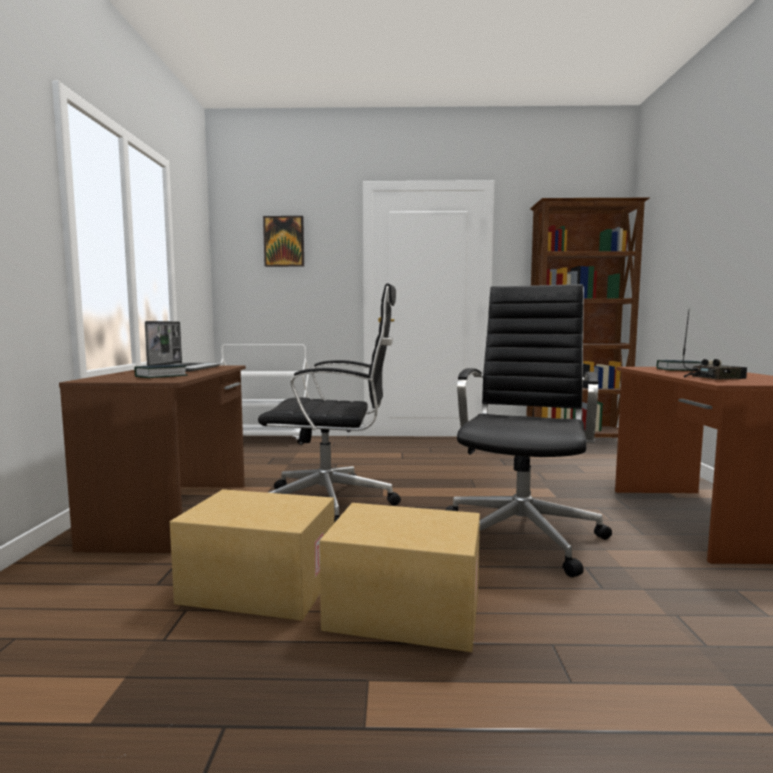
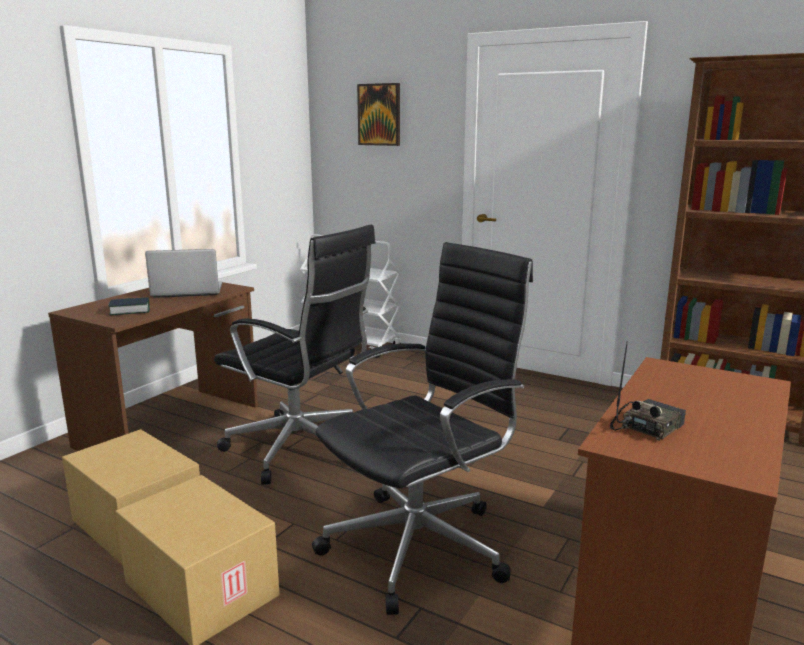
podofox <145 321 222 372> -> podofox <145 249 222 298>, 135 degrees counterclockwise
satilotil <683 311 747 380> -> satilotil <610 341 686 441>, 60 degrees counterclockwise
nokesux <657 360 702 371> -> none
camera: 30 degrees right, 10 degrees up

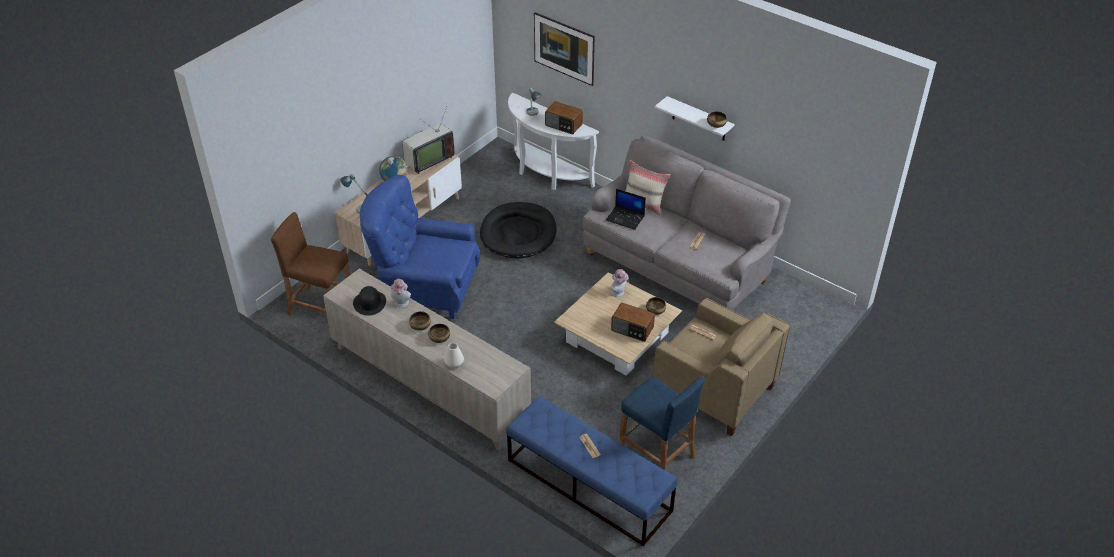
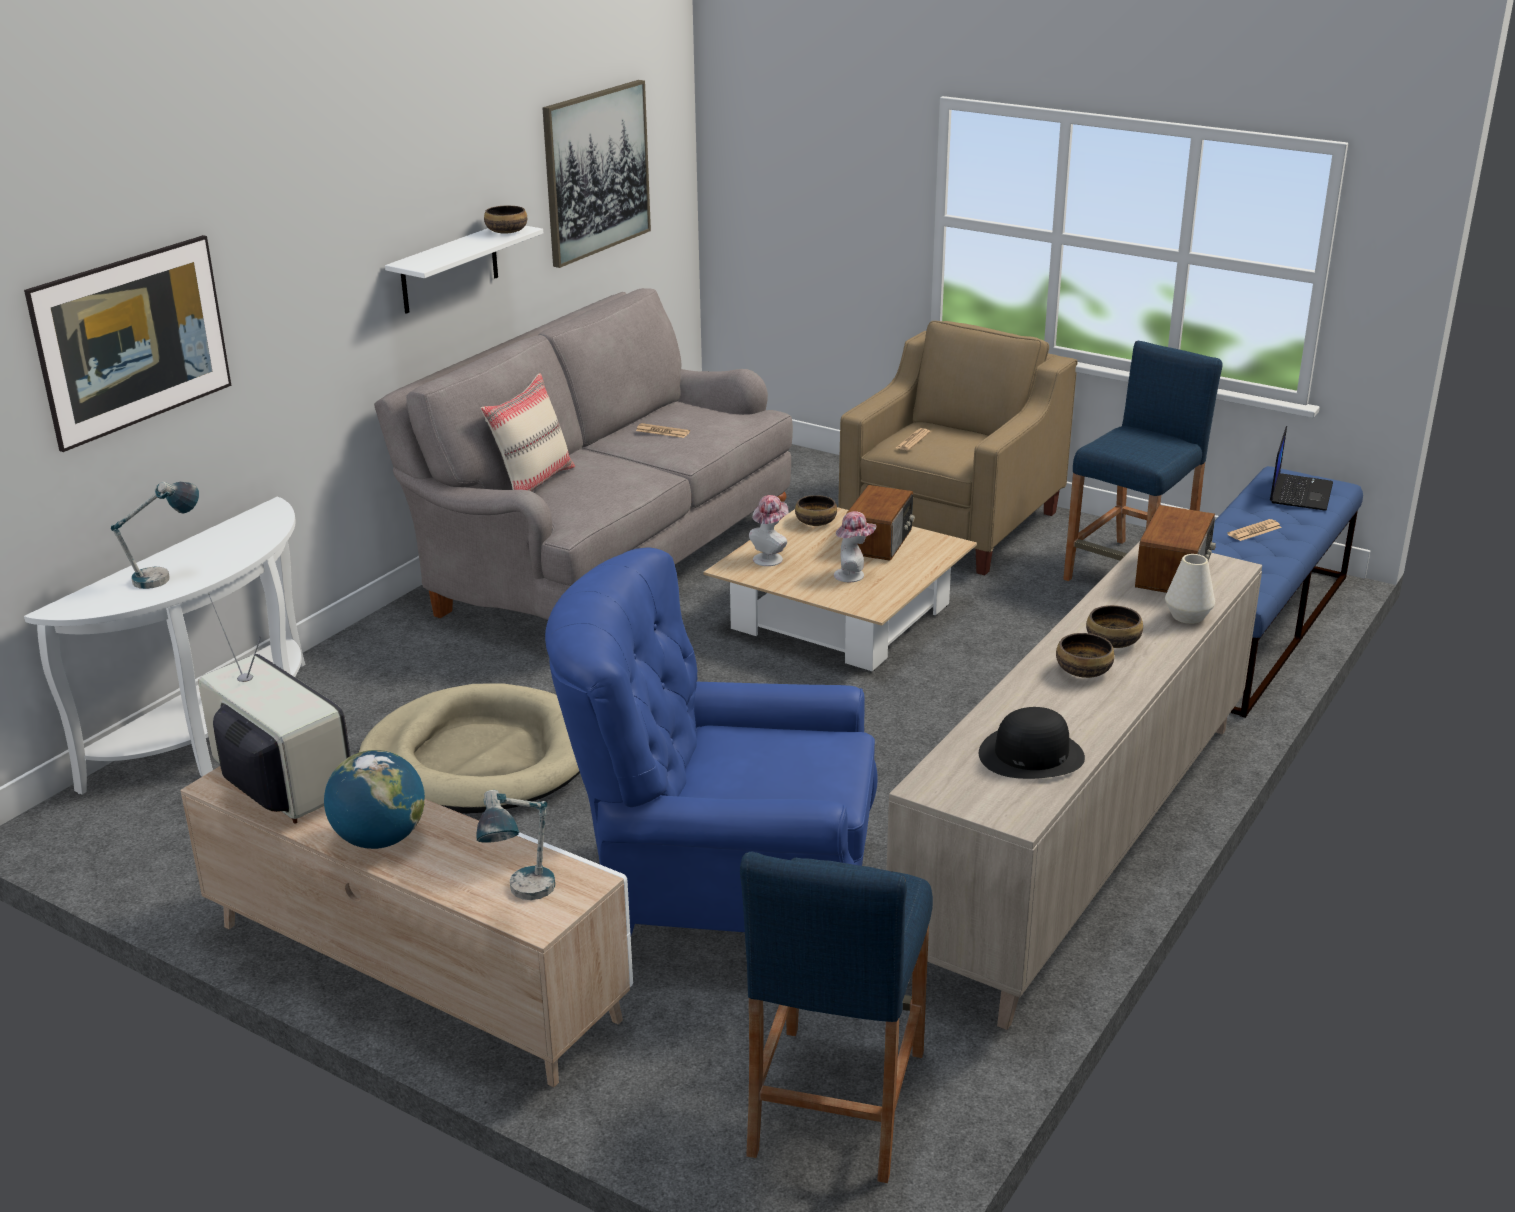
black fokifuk <480 202 556 259> -> beige fokifuk <358 683 580 814>
none -> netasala <543 80 651 268>
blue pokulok <360 175 480 319> -> blue pokulok <545 548 878 935>, 90 degrees clockwise
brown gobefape <271 212 350 315> -> blue gobefape <740 851 933 1183>
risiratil <390 279 411 308> -> risiratil <834 511 876 582>, shifted
satilotil <545 101 583 134> -> satilotil <1135 505 1216 593>, shifted
podofox <606 189 646 230> -> podofox <1270 426 1333 510>, shifted
camera: 95 degrees left, 15 degrees down

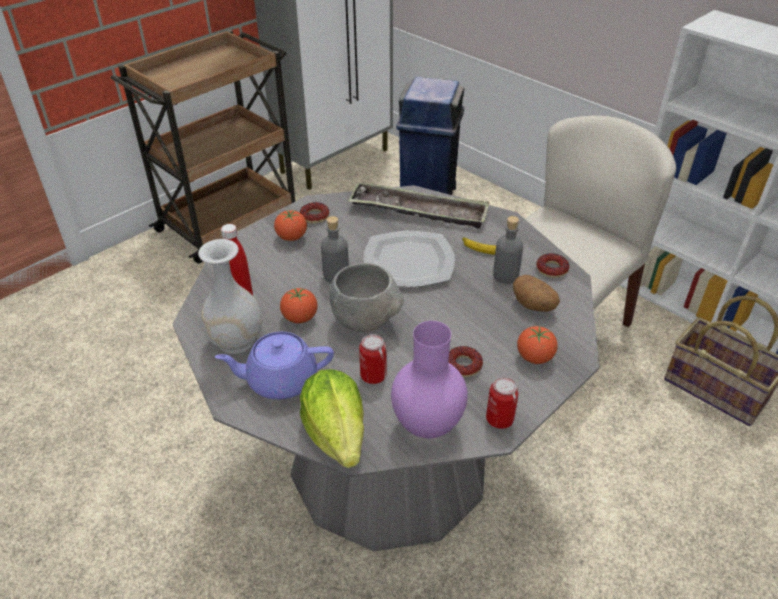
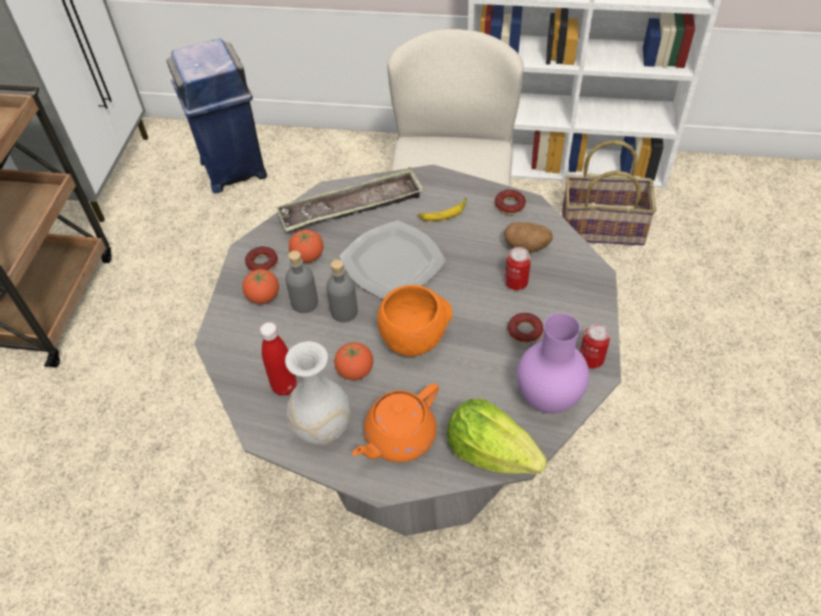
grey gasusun <493 216 523 284> -> grey gasusun <285 251 318 313>, shifted
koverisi <517 326 558 364> -> koverisi <289 229 323 263>, shifted
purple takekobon <215 332 334 400> -> orange takekobon <352 383 439 462>
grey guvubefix <329 263 404 332> -> orange guvubefix <377 285 452 357>
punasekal <359 334 387 384> -> punasekal <505 247 531 290>, shifted
camera: 35 degrees left, 10 degrees up

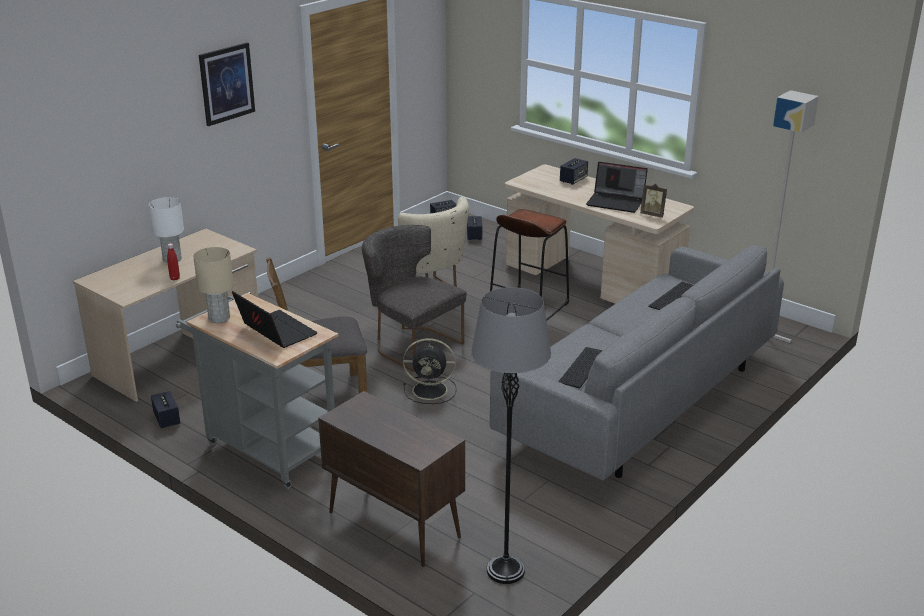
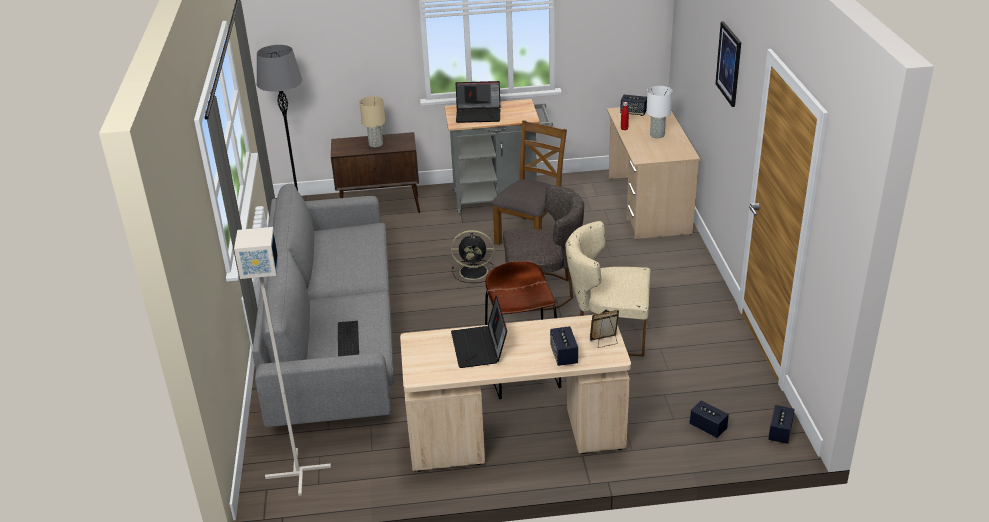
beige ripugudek <193 247 234 323> -> beige ripugudek <359 96 385 147>, shifted
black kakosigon <403 338 456 404> -> black kakosigon <451 230 494 283>, 135 degrees counterclockwise
podofox <586 162 648 213> -> podofox <451 296 507 368>, 75 degrees counterclockwise
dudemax <640 184 667 218> -> dudemax <590 310 619 348>, shifted
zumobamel <151 391 180 428> -> zumobamel <620 95 647 116>, shifted
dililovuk <558 347 603 388> -> none
camera: 135 degrees right, 5 degrees up

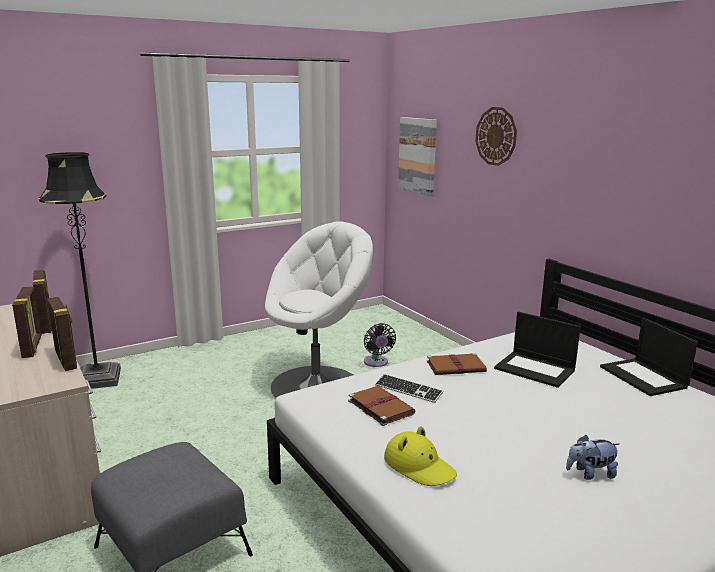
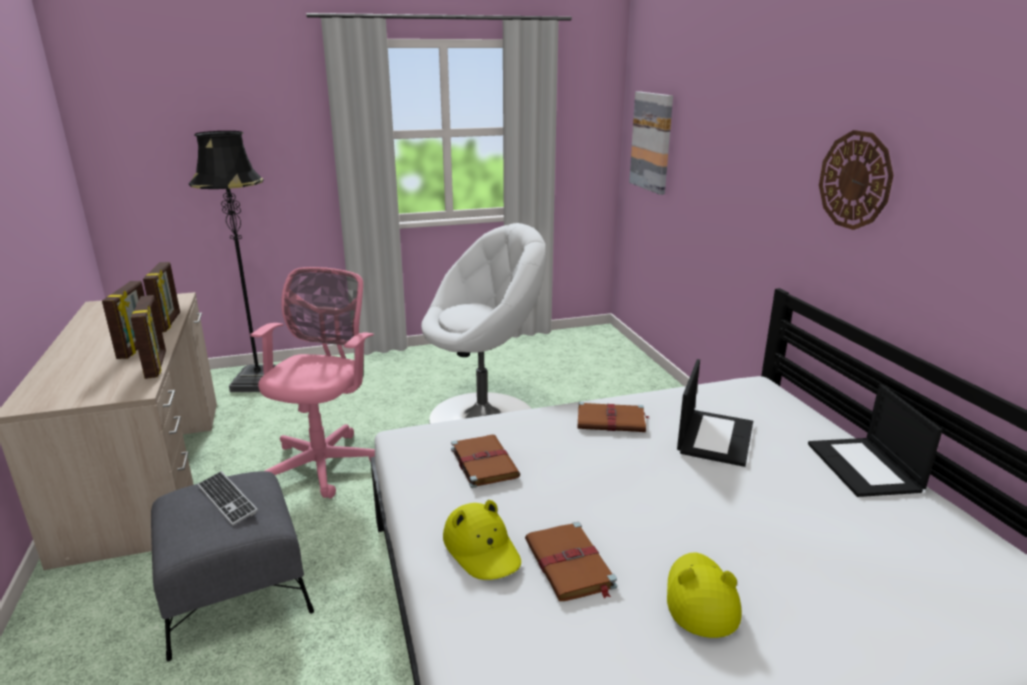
dililovuk <375 374 444 403> -> dililovuk <198 471 258 526>, shifted
none -> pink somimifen <250 267 375 498>
none -> brown nokesux <525 522 617 601>
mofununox <566 435 620 480> -> yellow risiratil <667 552 742 638>
podofox <494 312 581 388> -> podofox <677 359 753 467>, 120 degrees counterclockwise
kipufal <475 107 517 166> -> kipufal <819 130 893 230>, shifted
black kakosigon <364 323 396 367> -> none
camera: 15 degrees right, 5 degrees up

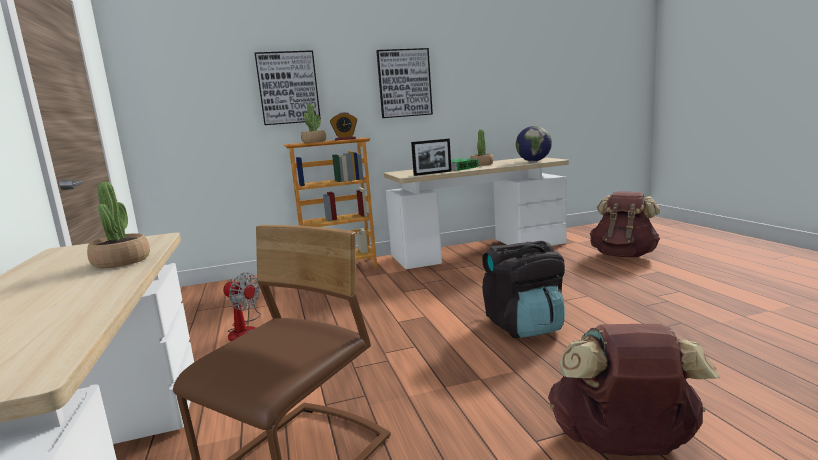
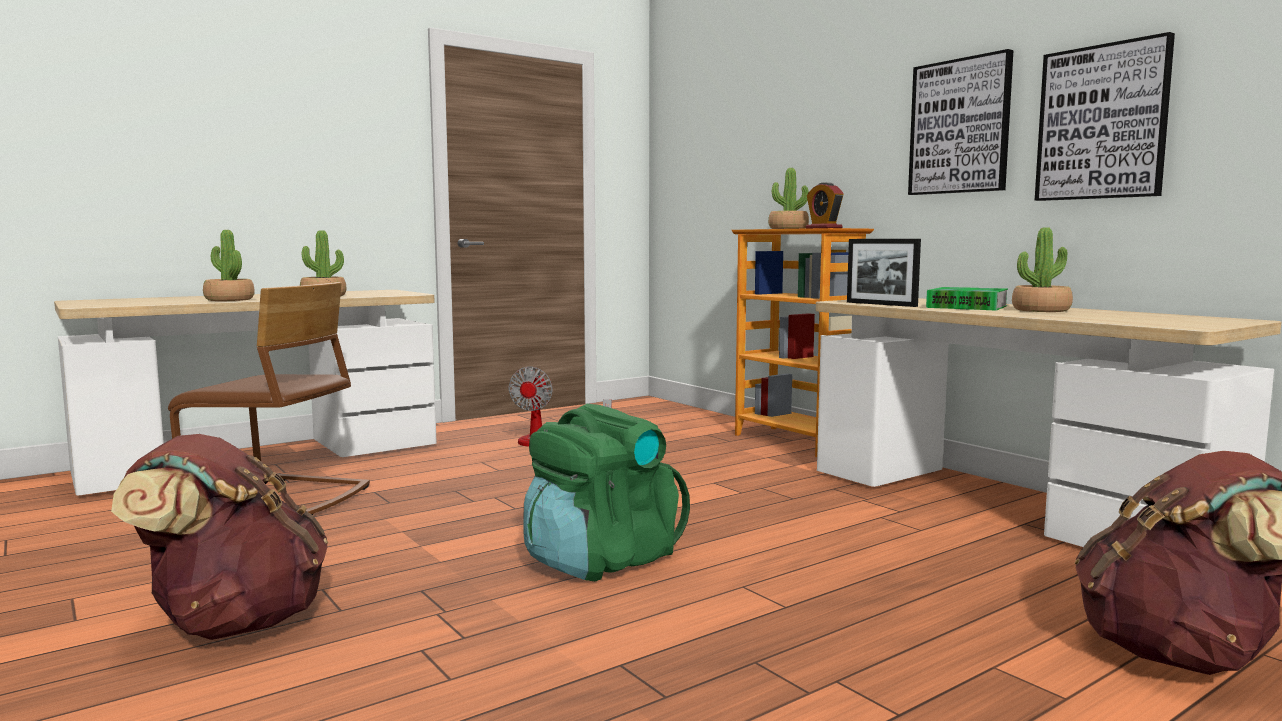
none -> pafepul <203 230 255 301>
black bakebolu <482 241 565 338> -> green bakebolu <524 404 690 581>
netasala <255 50 321 125> -> netasala <1035 32 1175 201>, shifted
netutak <516 126 552 162> -> none
camera: 70 degrees right, 5 degrees down

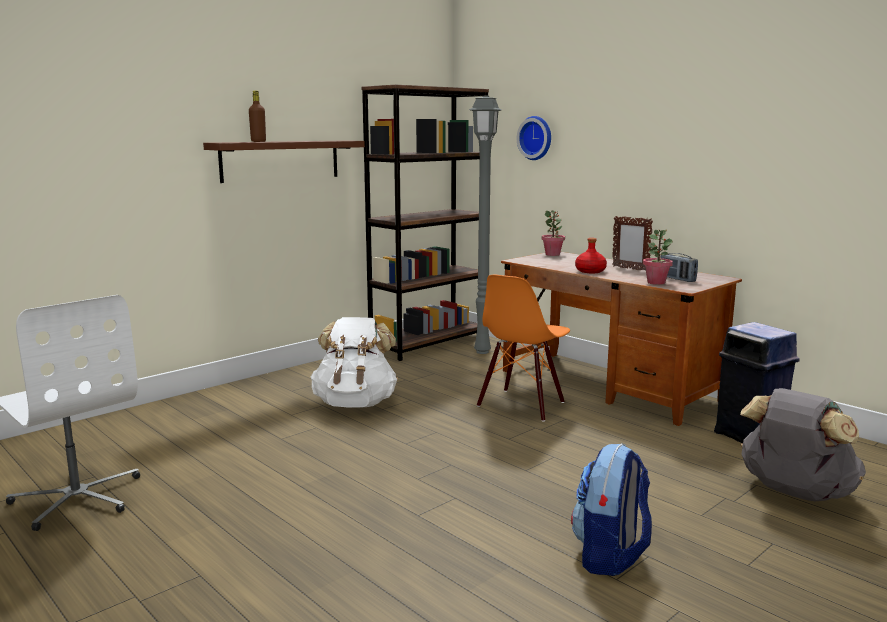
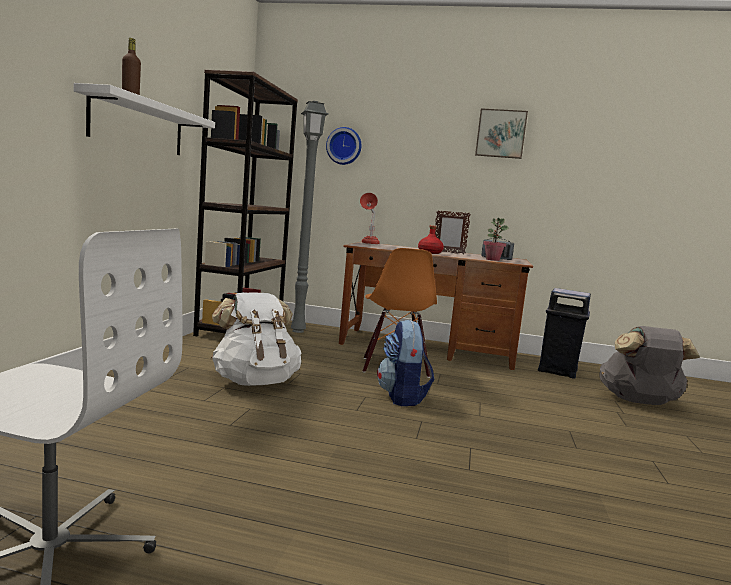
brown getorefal <203 140 365 183> -> white getorefal <74 83 215 155>
pafepul <541 210 565 256> -> red ripugudek <360 193 380 244>
bakebolu <571 443 652 576> -> bakebolu <377 319 435 406>, shifted
none -> netasala <475 108 528 159>
camera: 35 degrees left, 5 degrees down

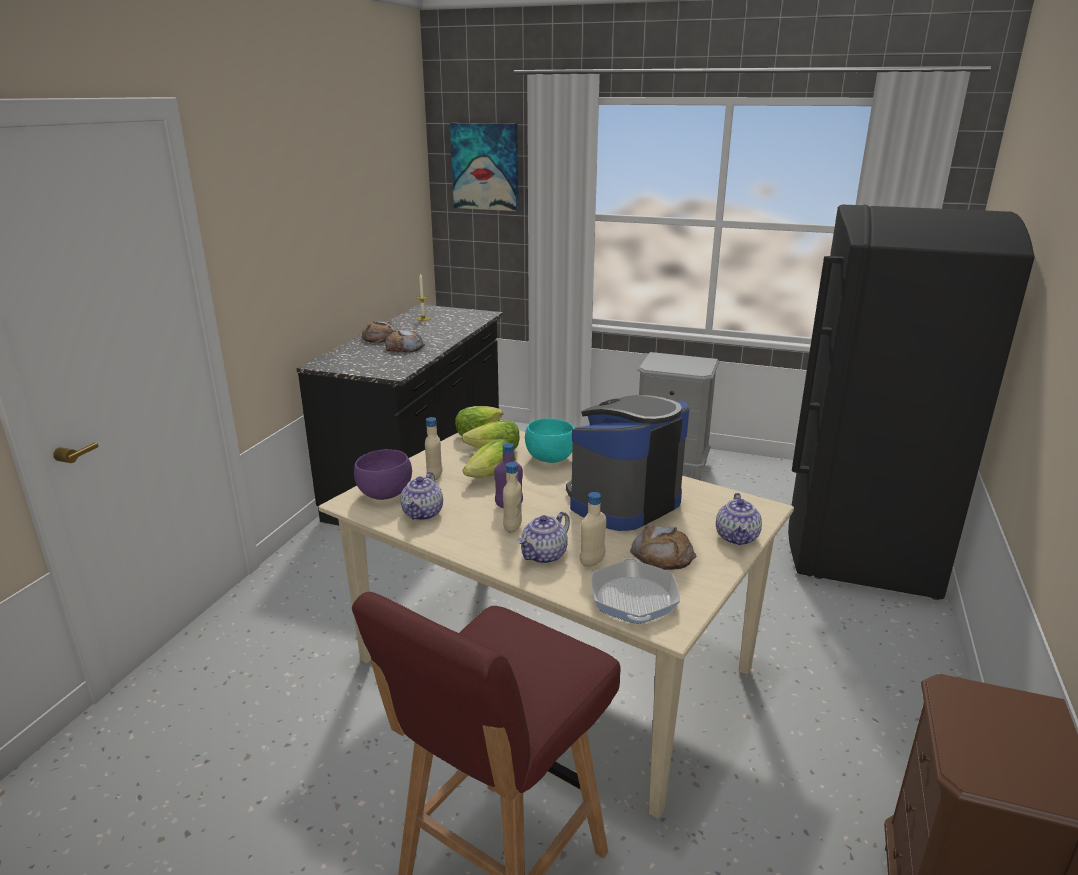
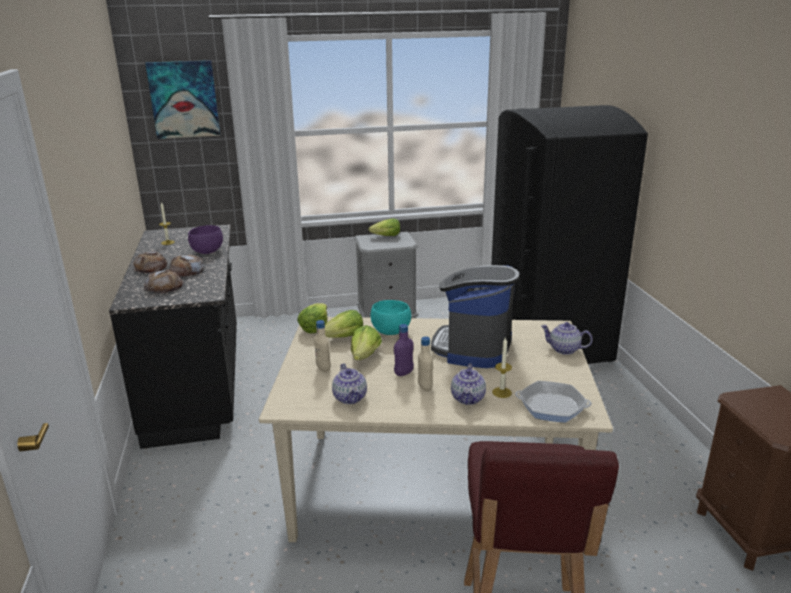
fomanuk <630 525 696 570> -> fomanuk <144 269 184 293>, shifted
purple guvubefix <354 449 412 500> -> purple guvubefix <188 225 223 254>, shifted
none -> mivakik <368 218 400 236>
beige gasusun <580 492 607 567> -> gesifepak <492 337 512 398>
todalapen <591 558 680 624> -> todalapen <515 381 592 423>, 135 degrees clockwise
takekobon <716 493 762 545> -> takekobon <541 322 593 355>, 135 degrees clockwise
camera: 30 degrees left, 0 degrees up

